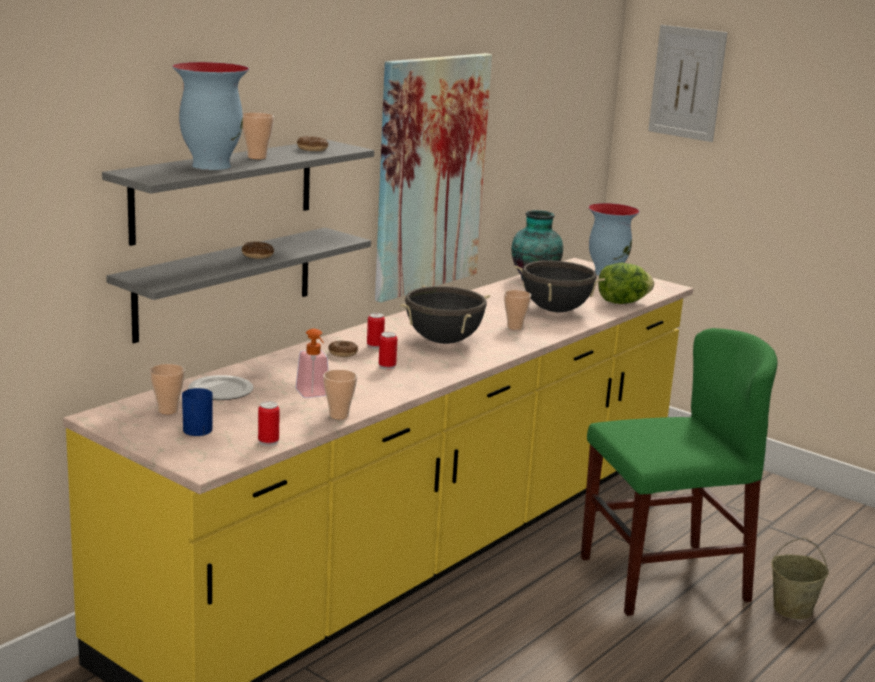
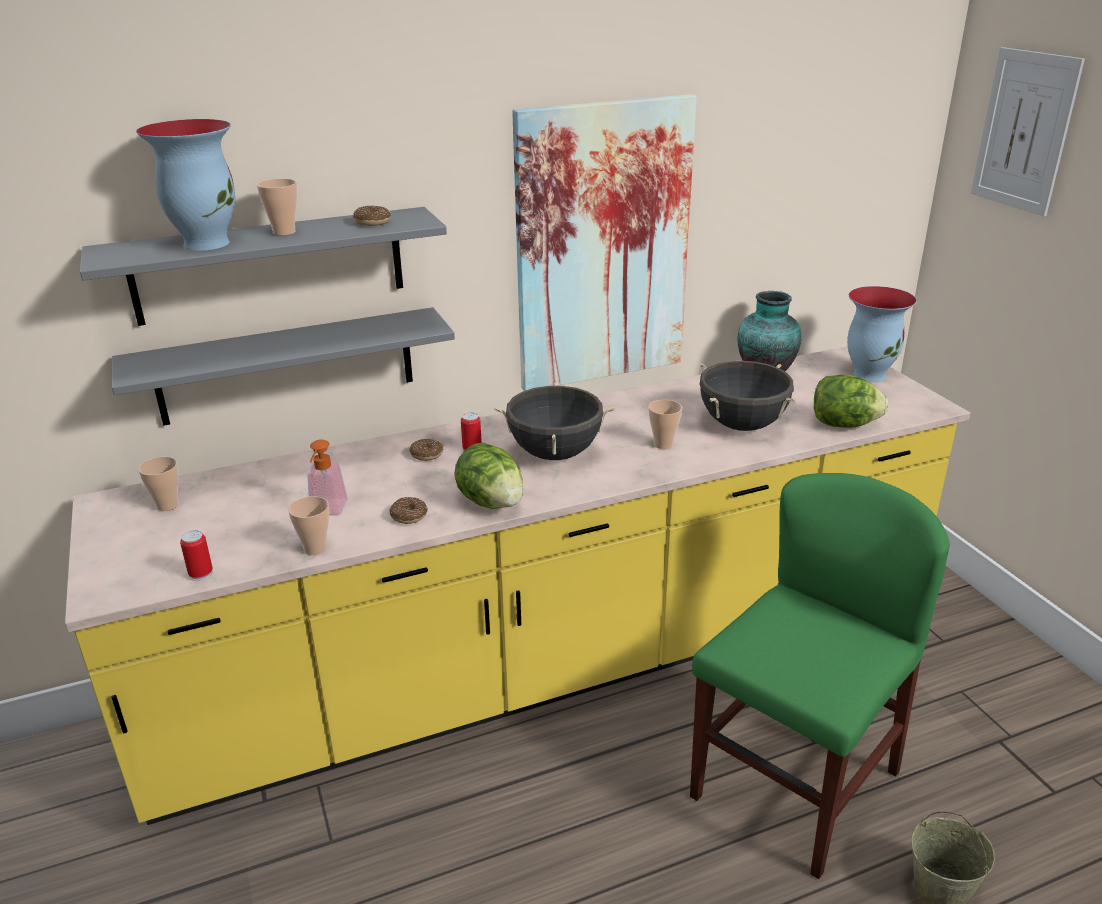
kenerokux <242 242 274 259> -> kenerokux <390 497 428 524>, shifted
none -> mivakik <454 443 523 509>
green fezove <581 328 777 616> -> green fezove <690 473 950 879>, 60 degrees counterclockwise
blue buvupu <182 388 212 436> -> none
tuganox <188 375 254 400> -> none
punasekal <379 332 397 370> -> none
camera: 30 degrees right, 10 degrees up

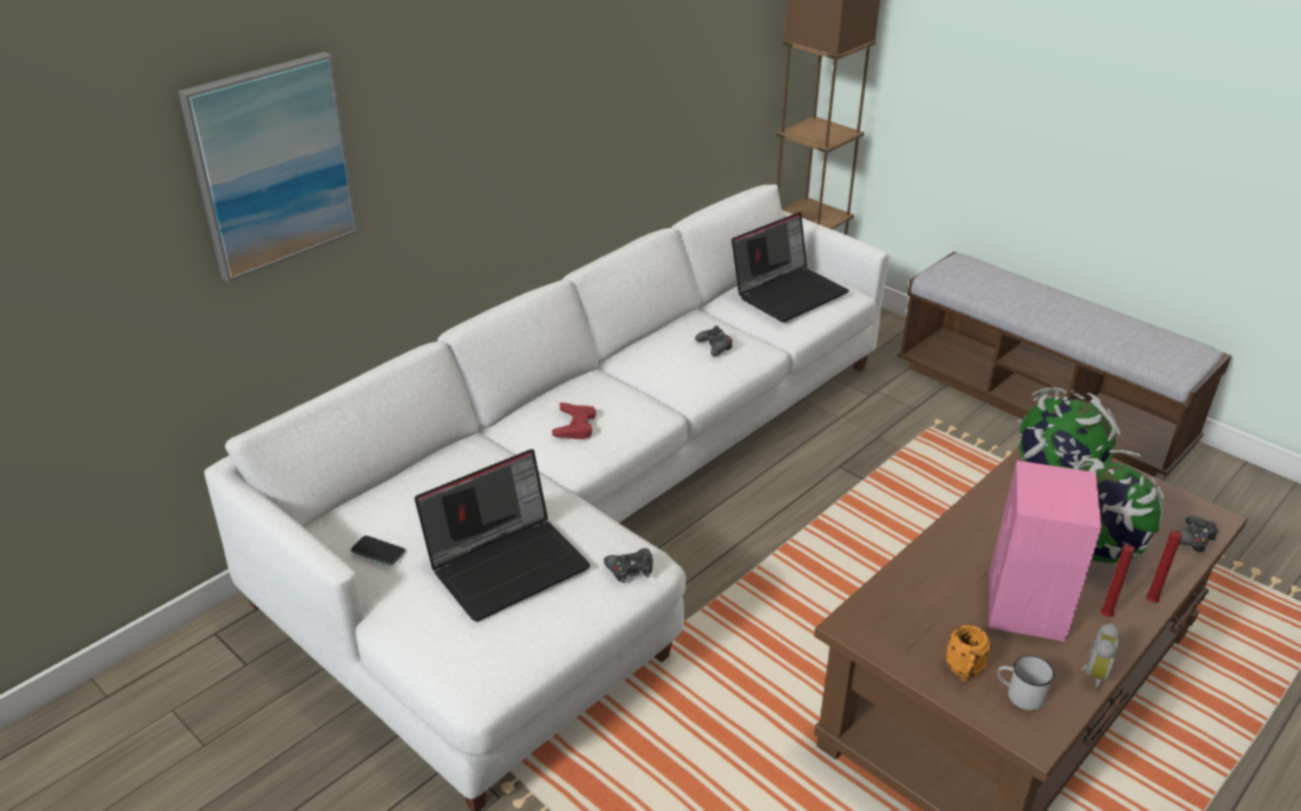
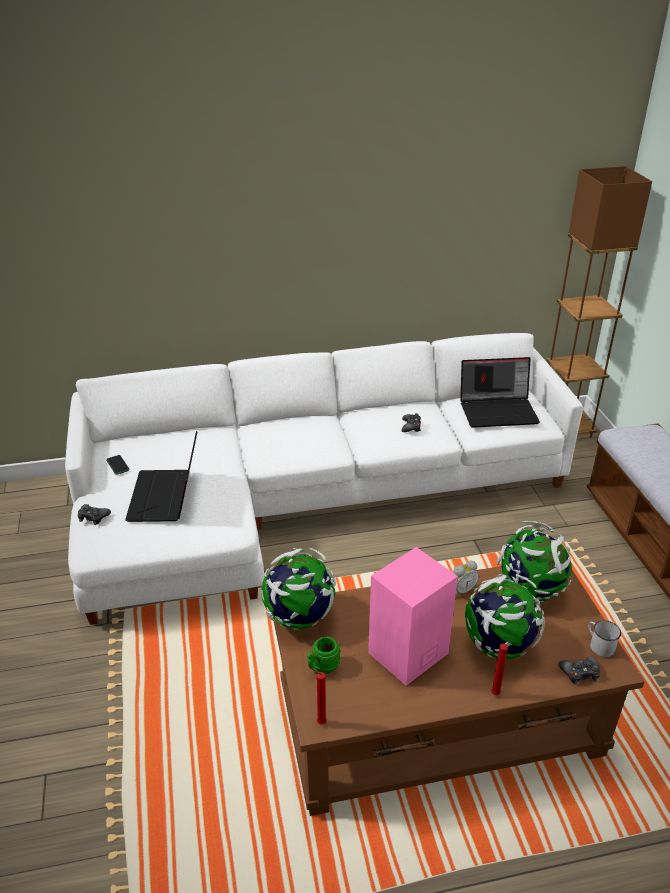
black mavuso <604 548 653 583> -> black mavuso <78 504 111 525>, shifted
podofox <415 449 591 622> -> podofox <125 431 197 522>, 90 degrees clockwise
none -> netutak <262 548 336 630>
orange buvupu <946 625 991 682> -> green buvupu <307 637 340 674>
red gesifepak <1100 542 1135 617> -> red gesifepak <312 668 327 725>, shifted
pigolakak <1080 624 1120 690> -> pigolakak <453 561 479 597>, shifted
white buvupu <997 655 1055 710> -> white buvupu <588 620 621 657>, shifted
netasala <178 52 358 282> -> none
red mavuso <552 403 596 439> -> none
camera: 35 degrees right, 0 degrees up

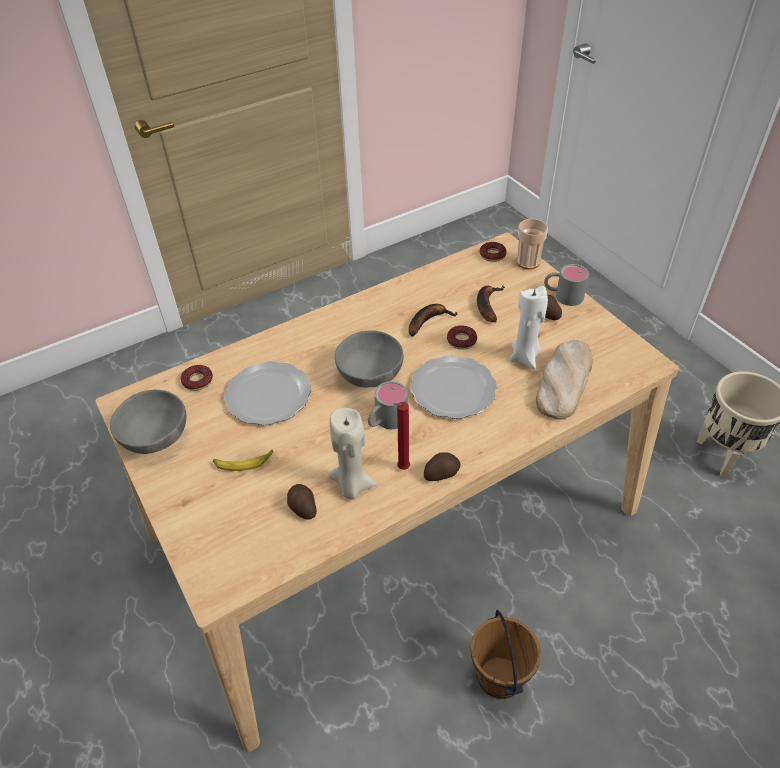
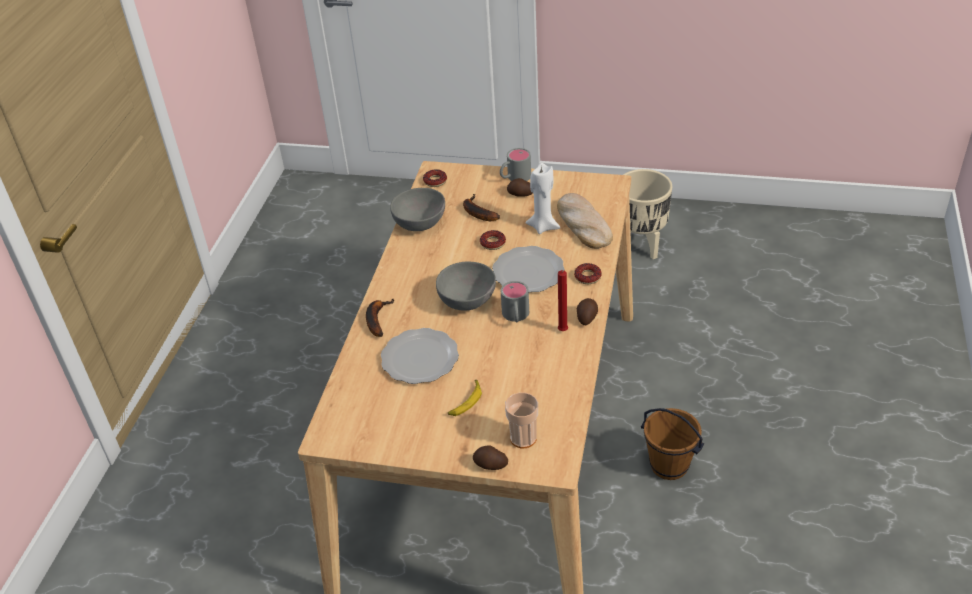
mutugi <408 304 458 337> -> mutugi <366 299 394 337>, shifted
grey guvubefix <110 390 186 454> -> grey guvubefix <390 188 445 231>, shifted
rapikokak <287 484 317 520> -> rapikokak <473 446 508 470>, shifted
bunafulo <517 219 548 269> -> bunafulo <505 392 538 448>, shifted
kenerokux <181 365 213 391> -> kenerokux <574 263 602 284>, shifted
beige gesifepak <328 408 377 500> -> none
camera: 45 degrees left, 5 degrees down

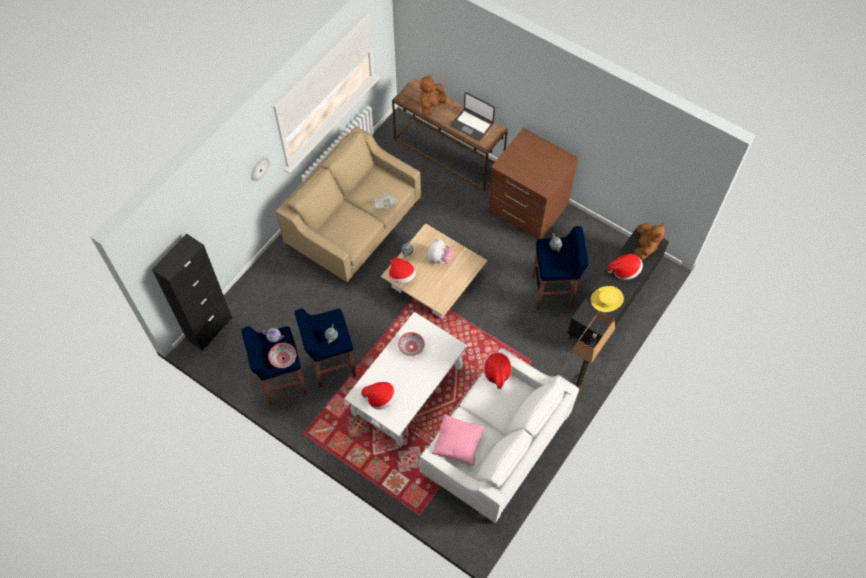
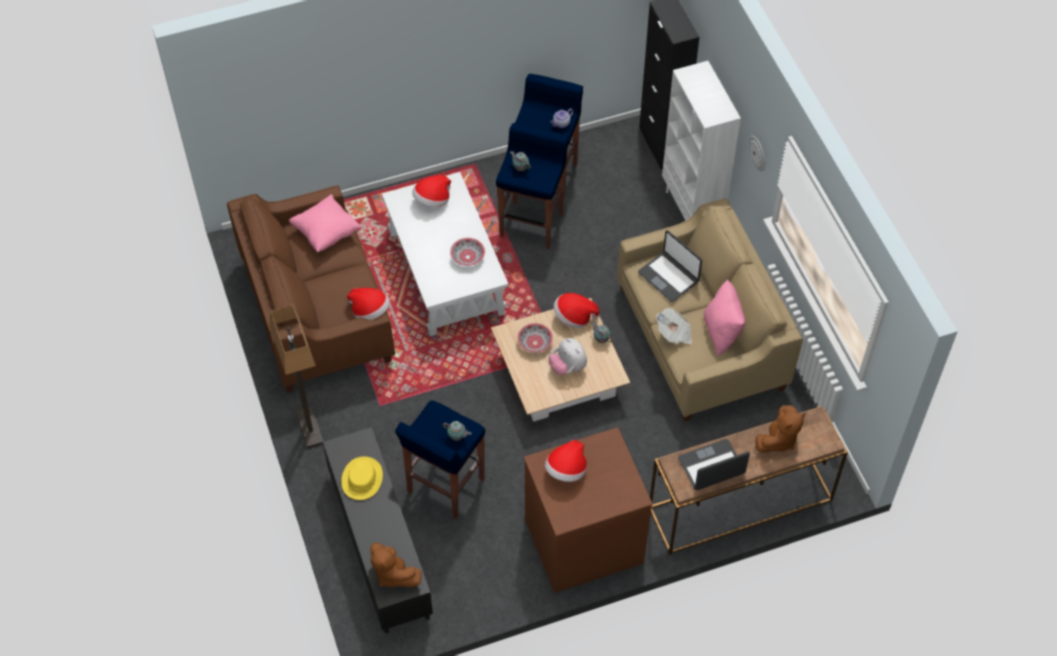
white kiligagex <419 348 579 523> -> brown kiligagex <227 185 395 392>
guvubefix <268 343 296 368> -> guvubefix <517 323 553 353>, shifted
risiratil <608 254 643 280> -> risiratil <545 440 587 482>, shifted
none -> podofox <638 230 702 302>
none -> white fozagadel <662 61 741 221>
none -> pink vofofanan <704 279 745 356>
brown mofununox <419 74 447 116> -> brown mofununox <755 405 805 453>, 60 degrees clockwise
camera: 125 degrees right, 5 degrees down

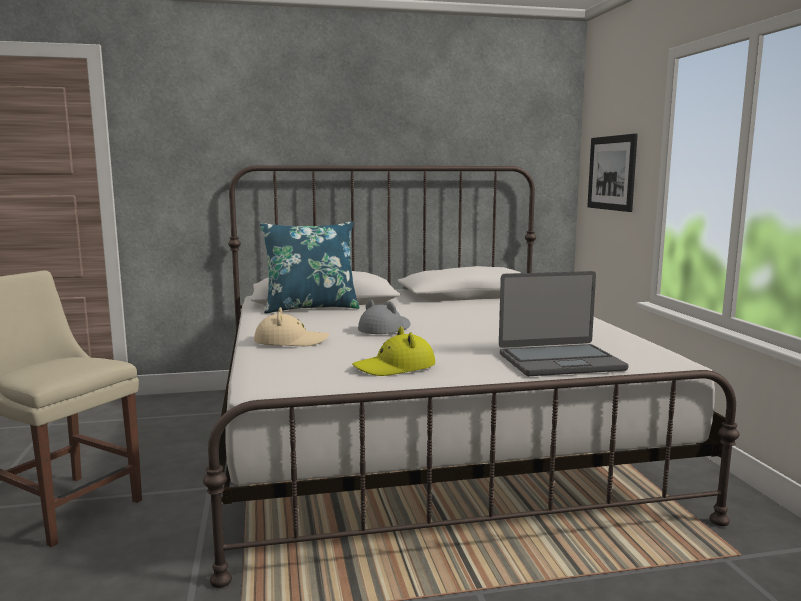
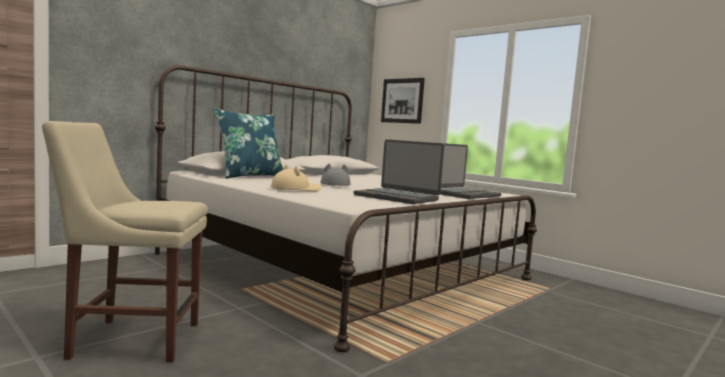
yellow risiratil <352 326 435 376> -> podofox <354 139 444 204>
camera: 35 degrees left, 5 degrees down

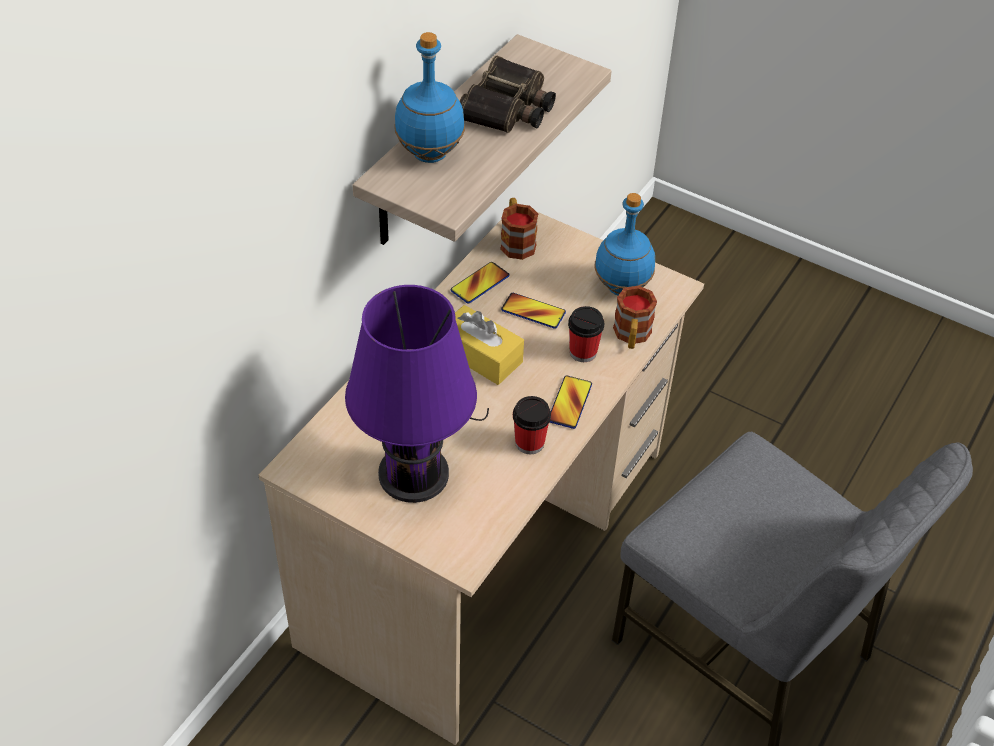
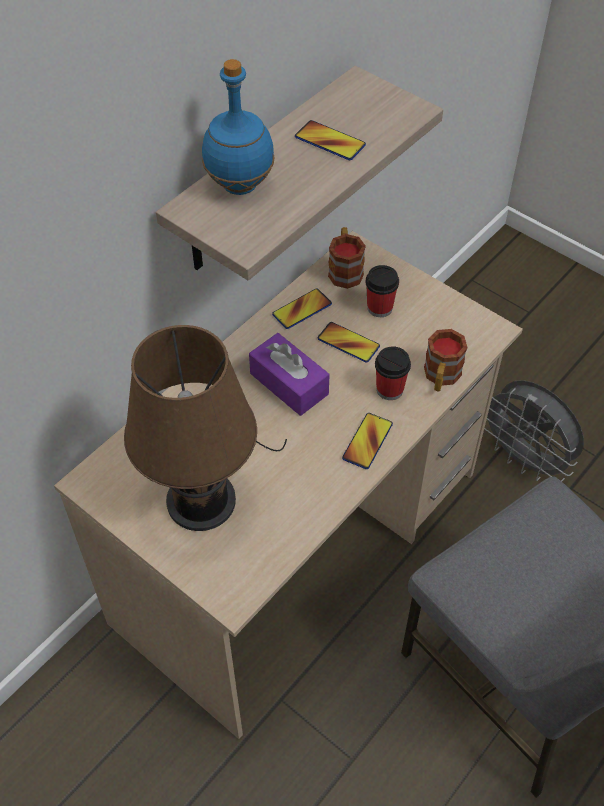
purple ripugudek <345 285 489 503> -> brown ripugudek <124 325 287 531>
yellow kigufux <455 305 524 385> -> purple kigufux <249 333 329 416>
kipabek <459 55 556 133> -> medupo <295 120 366 160>
bunafulo <513 396 551 454> -> bunafulo <366 265 399 317>, shifted
none -> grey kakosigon <484 380 584 481>
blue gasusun <594 193 655 295> -> none
camera: 10 degrees right, 5 degrees up

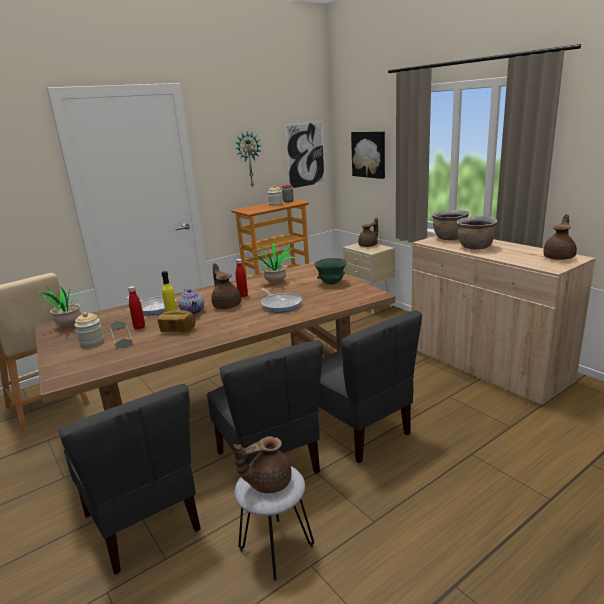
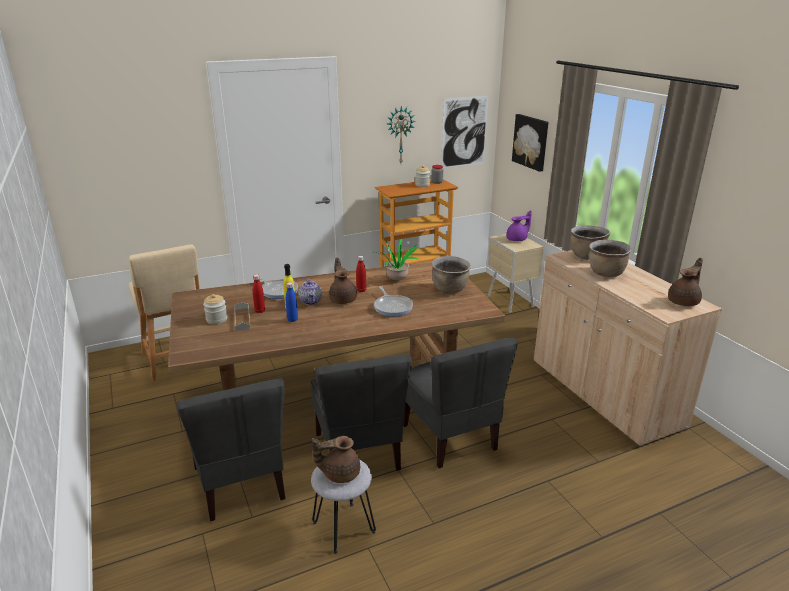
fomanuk <158 310 195 333> -> blue gasusun <286 282 298 322>
green guvubefix <314 258 347 285> -> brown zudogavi <432 256 471 294>
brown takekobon <358 218 378 247> -> purple takekobon <506 210 532 241>
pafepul <37 287 87 326> -> none
camera: 10 degrees right, 5 degrees up

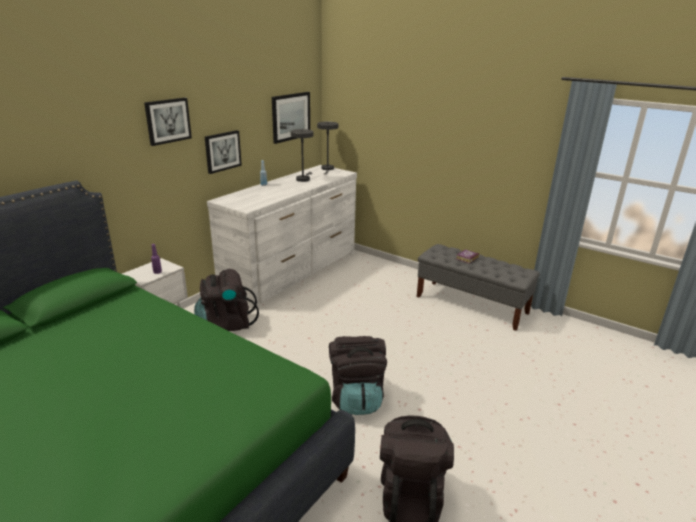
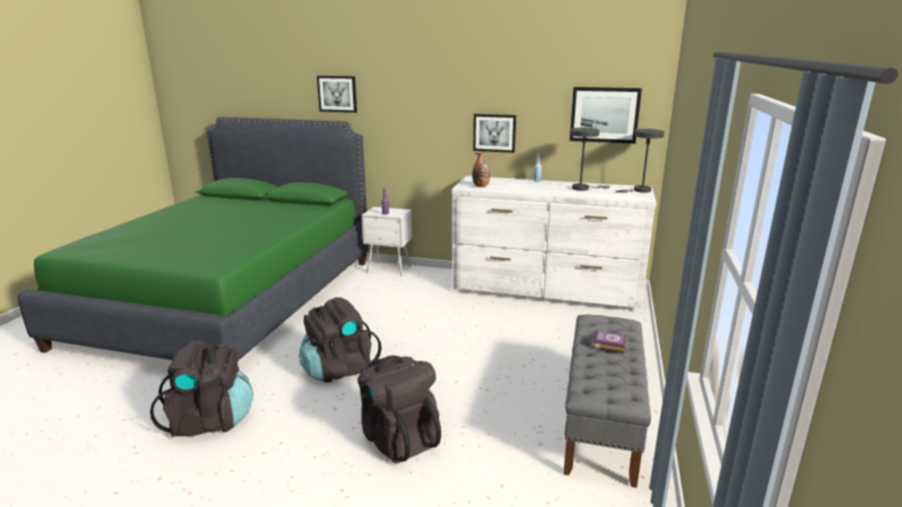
netasala <144 98 192 146> -> netasala <317 76 357 113>, shifted
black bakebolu <194 269 259 331> -> black bakebolu <357 355 441 463>, shifted
none -> gasusun <472 152 490 187>
camera: 70 degrees right, 5 degrees down

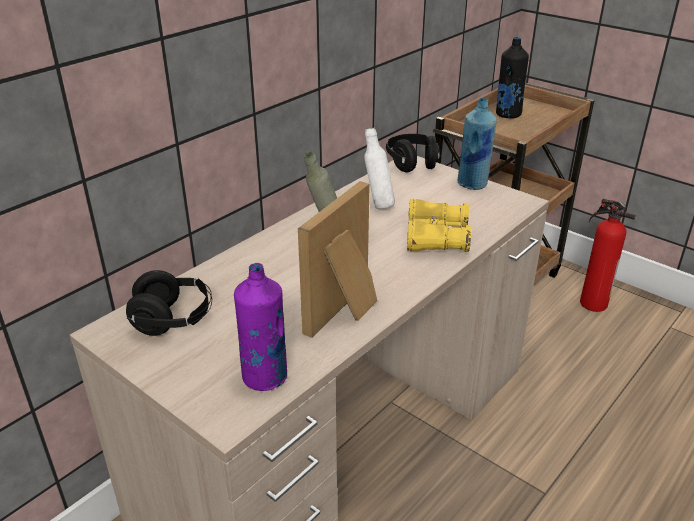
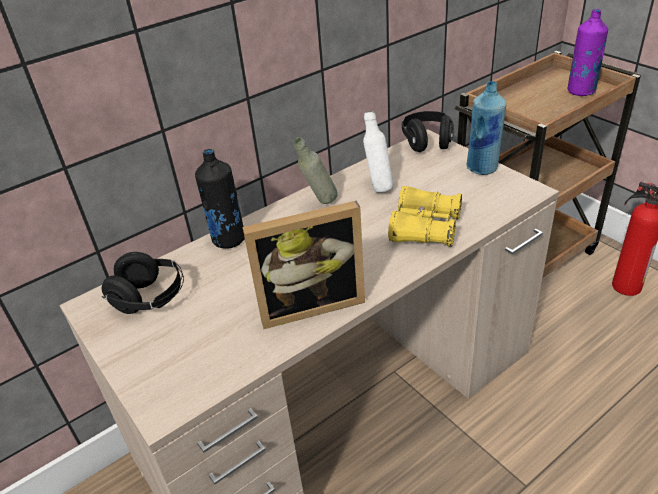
black gasusun <496 37 529 118> -> black gasusun <195 149 245 249>, shifted
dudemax <298 181 377 338> -> dudemax <243 201 365 329>, 150 degrees counterclockwise
purple gasusun <234 263 287 391> -> purple gasusun <568 9 608 96>, shifted
camera: 15 degrees right, 5 degrees up

